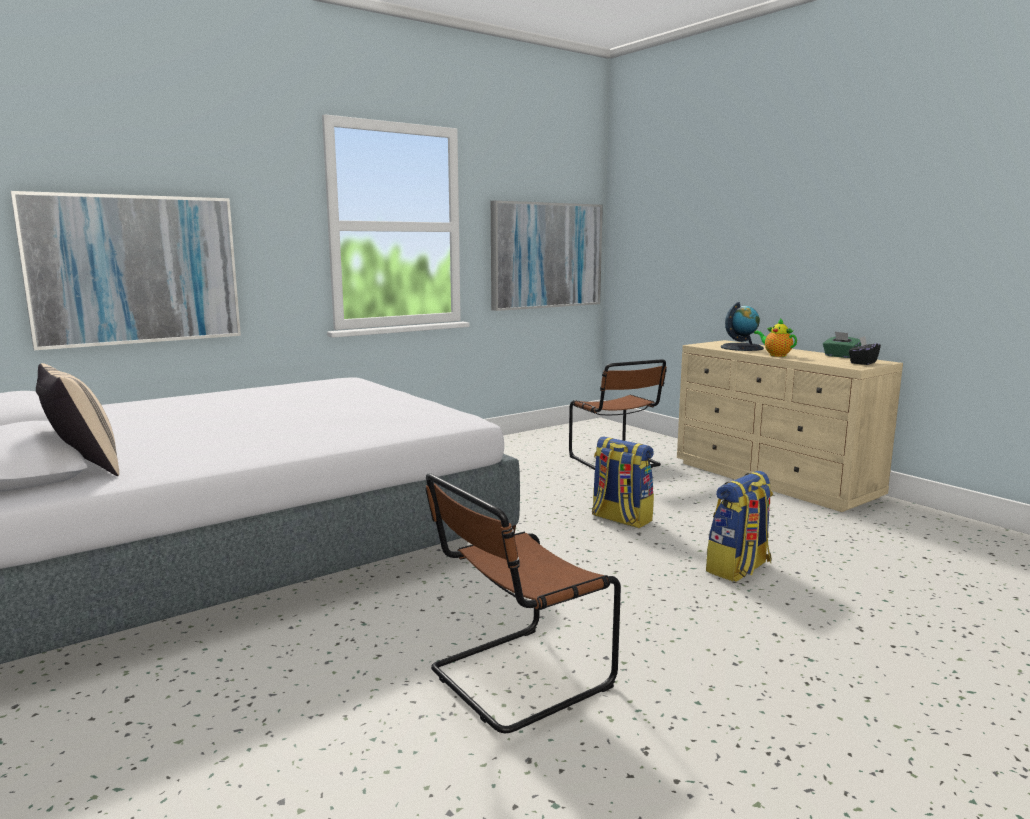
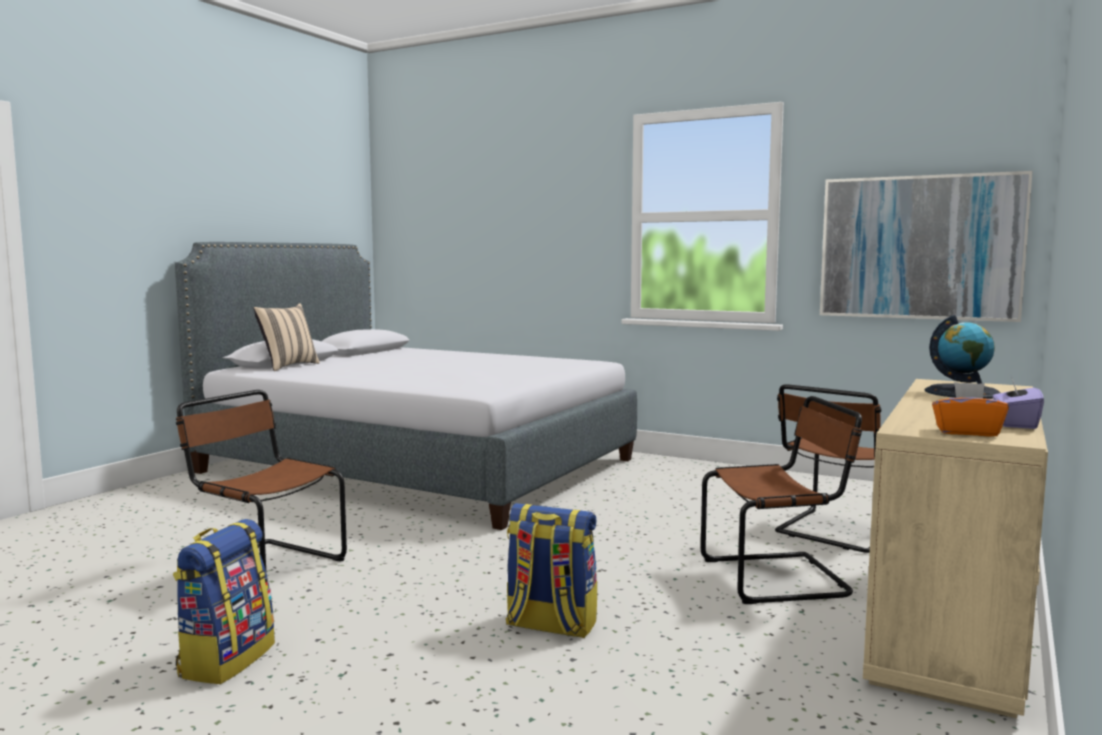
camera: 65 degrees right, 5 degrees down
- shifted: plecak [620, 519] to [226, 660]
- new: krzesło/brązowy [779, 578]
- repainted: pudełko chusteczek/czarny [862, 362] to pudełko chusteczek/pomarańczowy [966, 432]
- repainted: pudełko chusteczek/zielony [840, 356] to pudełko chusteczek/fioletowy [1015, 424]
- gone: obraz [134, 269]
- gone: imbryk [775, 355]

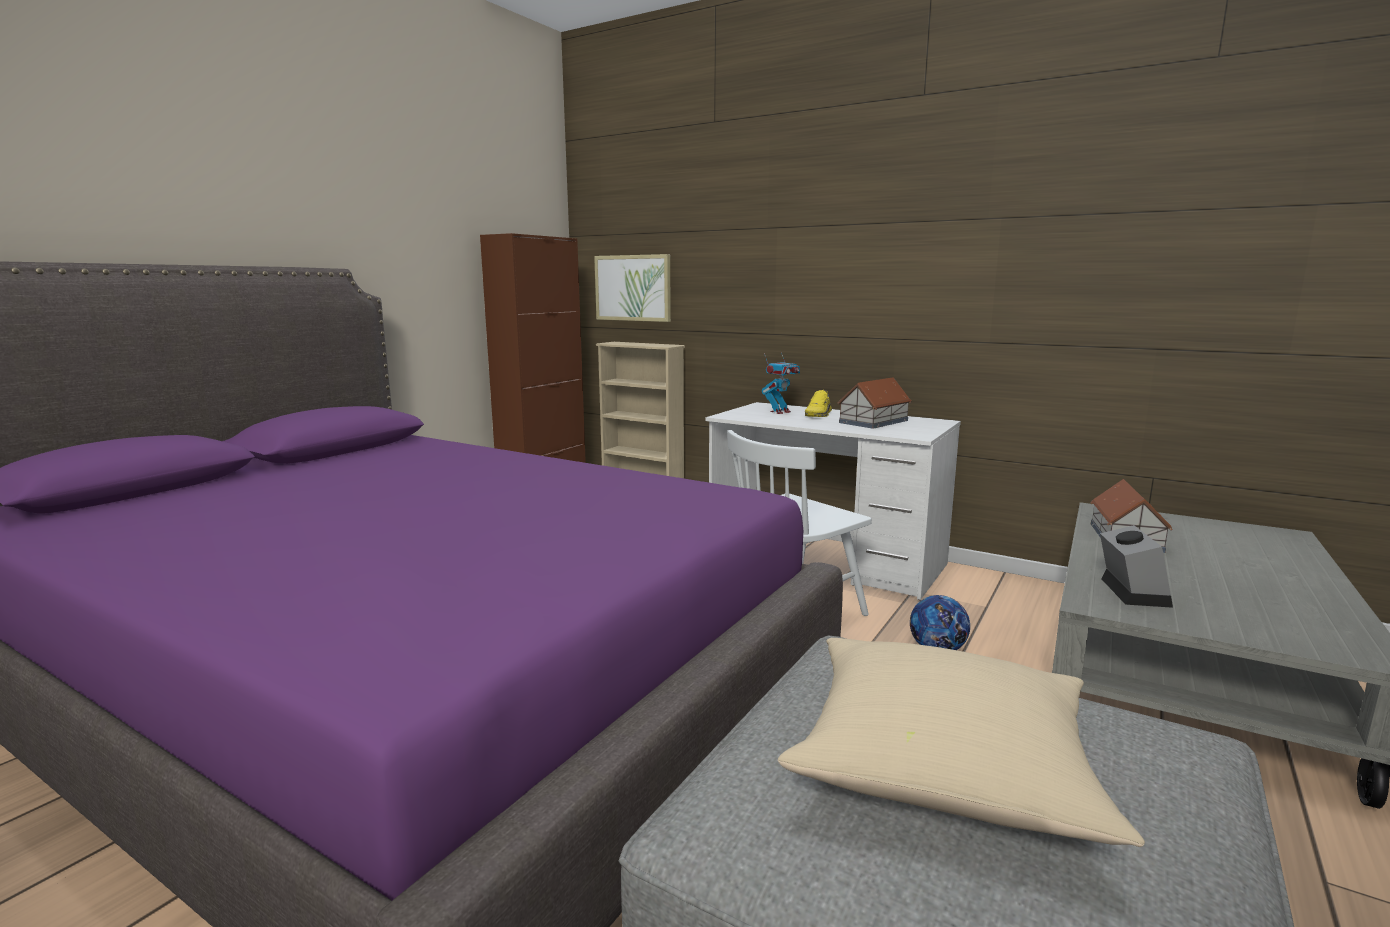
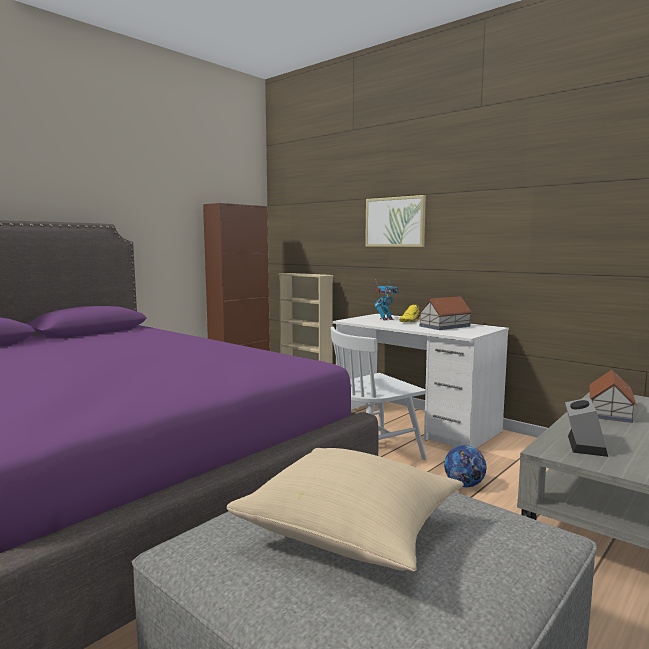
camera: 10 degrees right, 5 degrees down
- shifted: obraz [633, 288] to [395, 222]

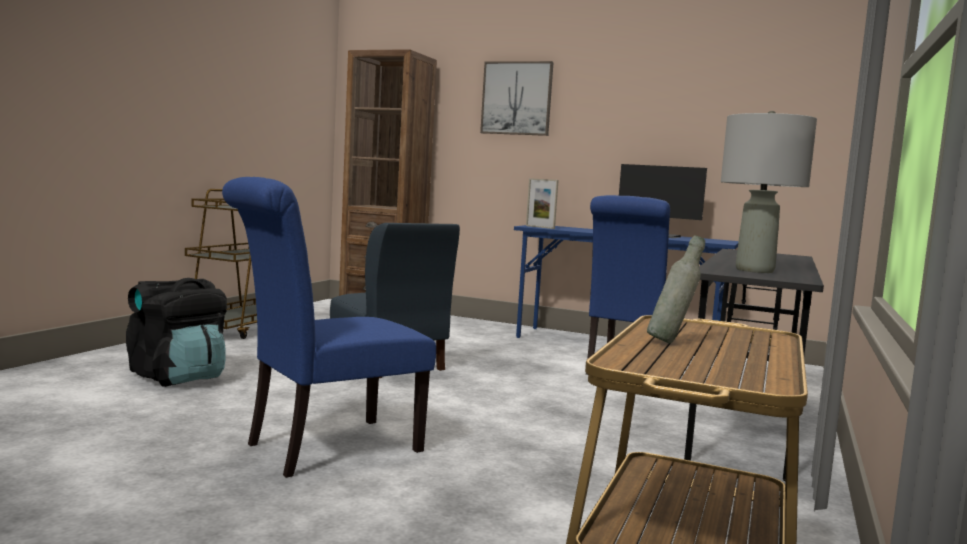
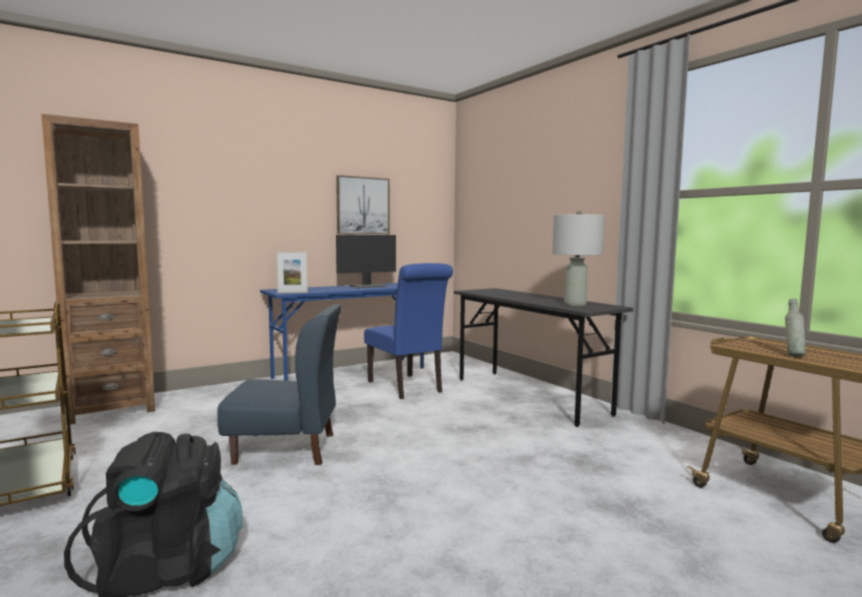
camera: 55 degrees left, 0 degrees up
- shifted: obraz [517, 98] to [362, 205]
- gone: krzesło/niebieski [324, 448]

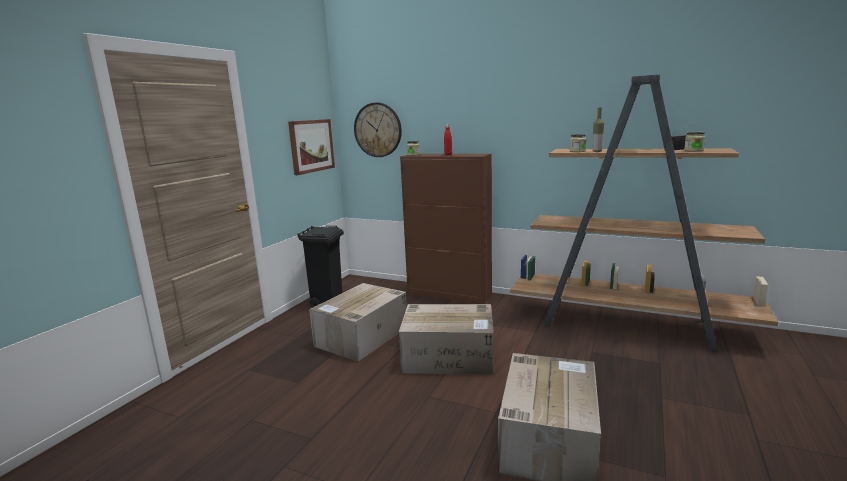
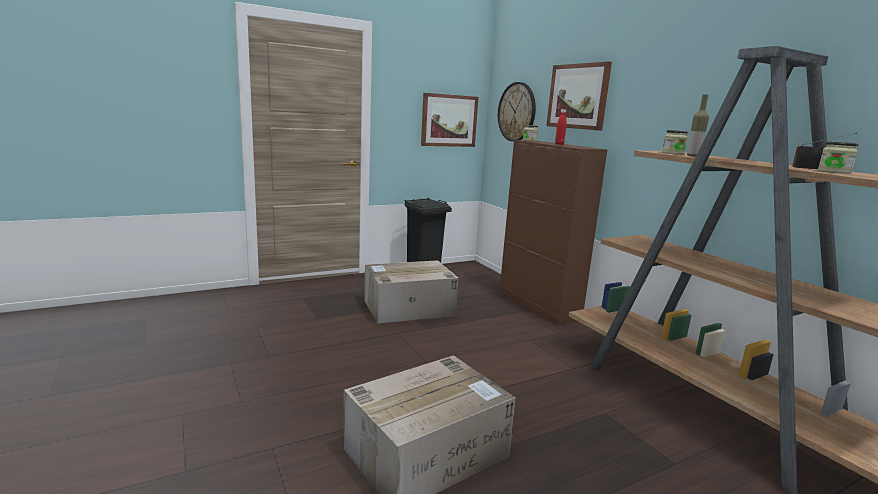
camera: 35 degrees right, 0 degrees up
- new: obraz [578, 96]
- gone: karton [450, 356]

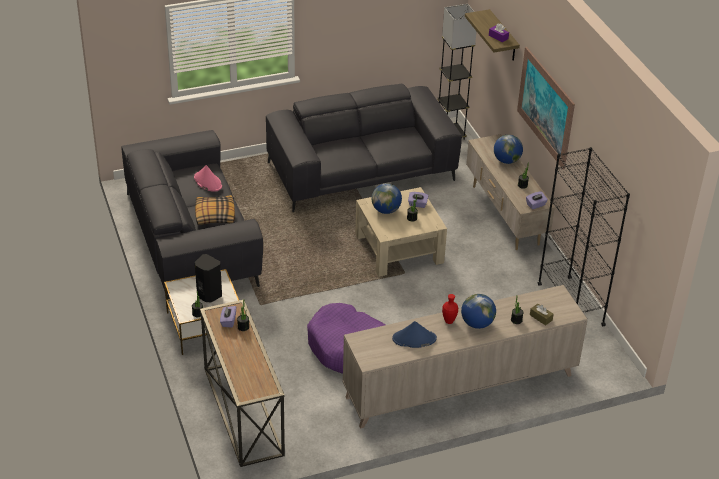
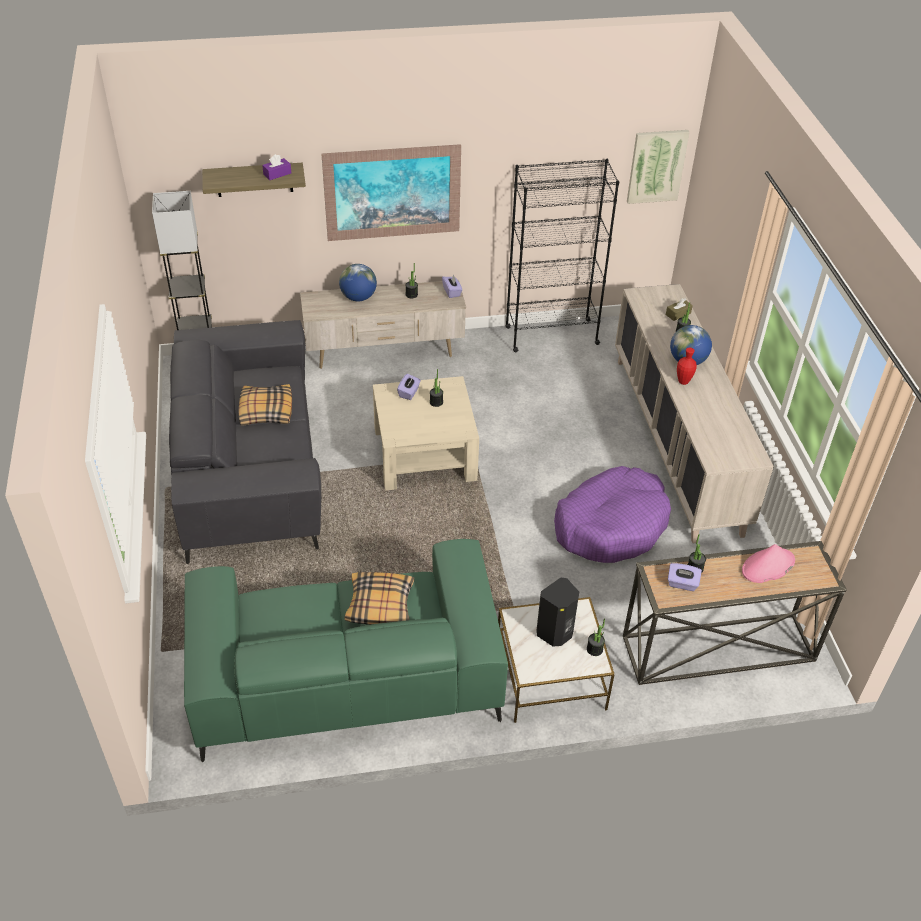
camera: 80 degrees left, 5 degrees up
- repainted: kanapa/szary [192, 238] to kanapa/zielony [346, 677]
- new: poduszka [265, 411]
- new: obraz [656, 166]
- shifted: kapelusz/różowy [207, 182] to [767, 566]
- gone: globus [386, 210]
- gone: kapelusz/niebieski [414, 339]

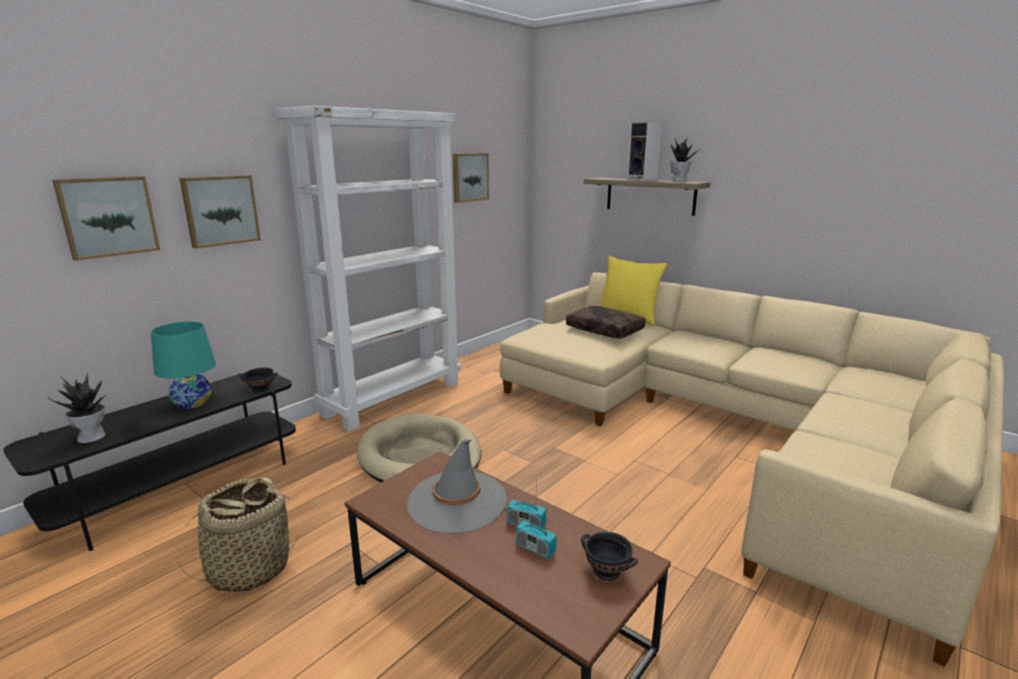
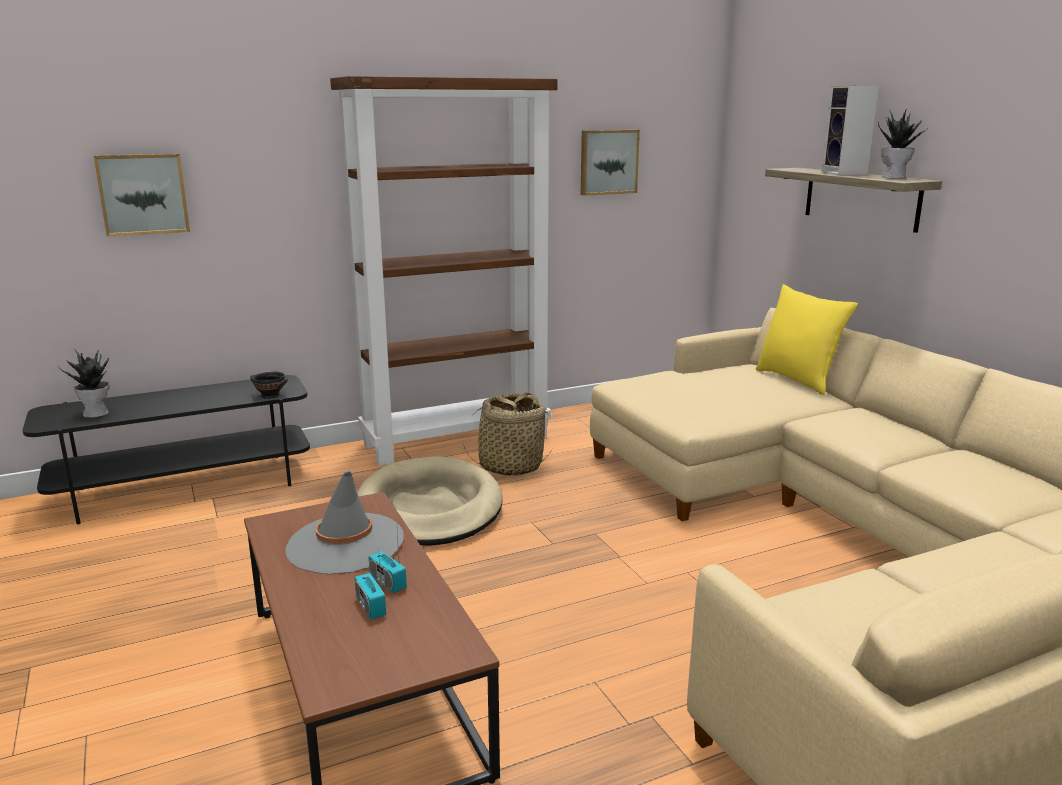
camera: 25 degrees right, 0 degrees up
- repainted: regał/biały [393, 398] to regał/brązowy [457, 439]
- shifted: koszyk [249, 568] to [510, 466]
- gone: lampa stołowa/turkusowy [192, 402]
- gone: obraz [220, 210]
- gone: poduszka/brązowy [606, 330]
- gone: miska/czarny [606, 571]

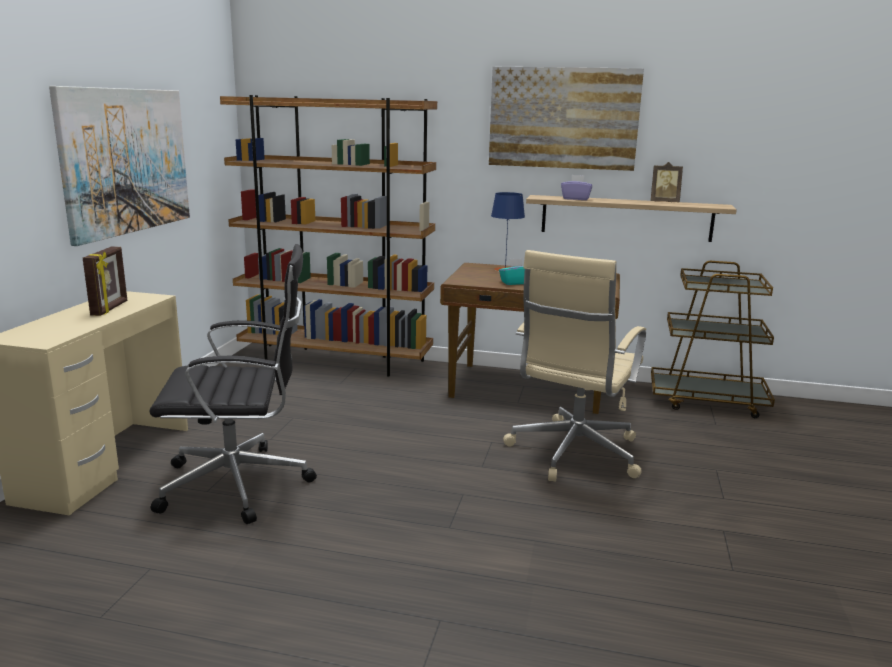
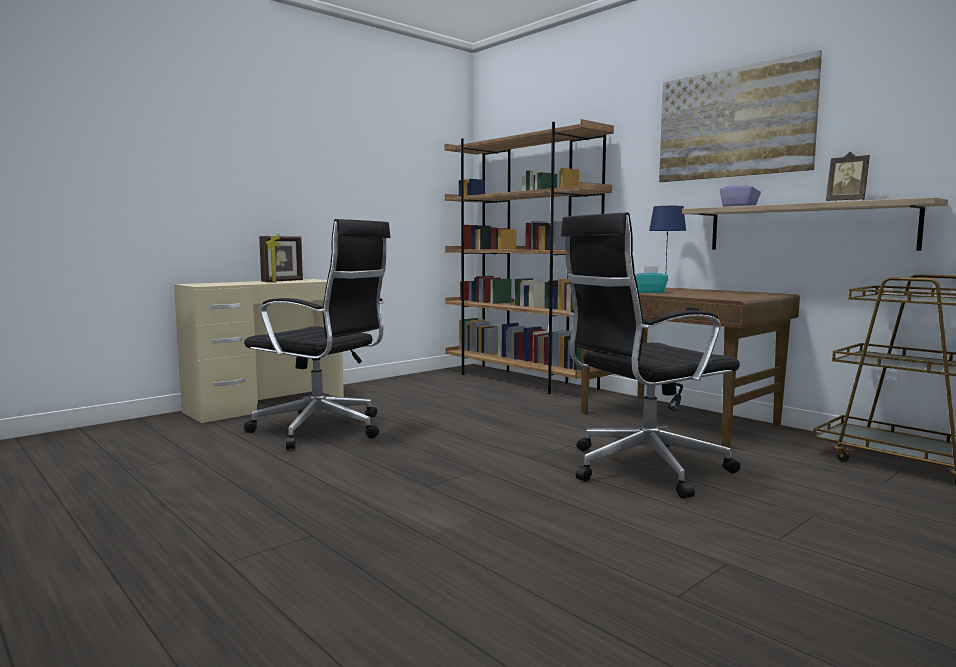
camera: 35 degrees right, 10 degrees down
- repainted: krzesło biurowe/beżowy [573, 454] to krzesło biurowe/czarny [642, 468]
- gone: obraz [126, 161]

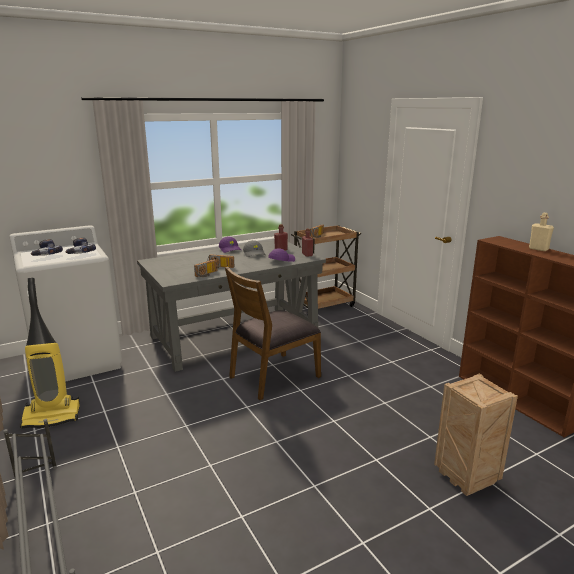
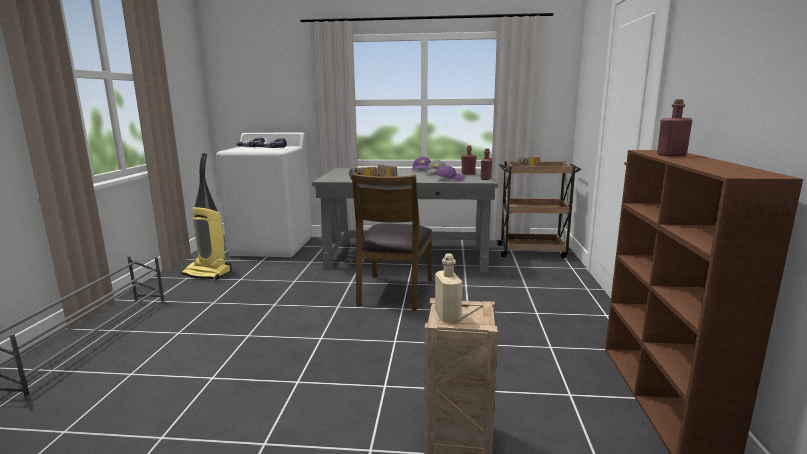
camera: 35 degrees right, 5 degrees down
- rotated: krzesło/brązowy [273, 376] = [394, 292] 75 degrees counterclockwise
- shifted: butelka/beżowy [538, 249] to [447, 316]
- new: butelka/czerwony [671, 155]

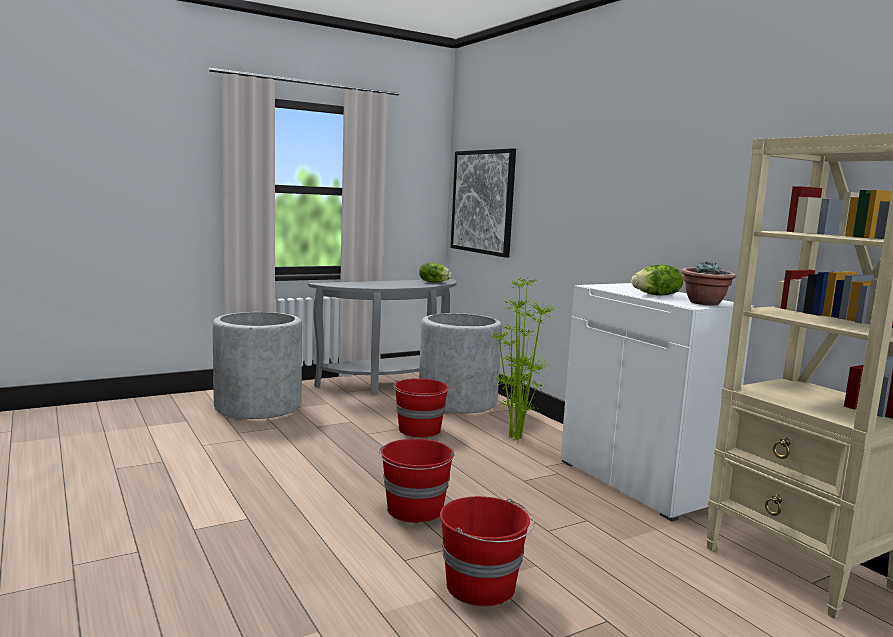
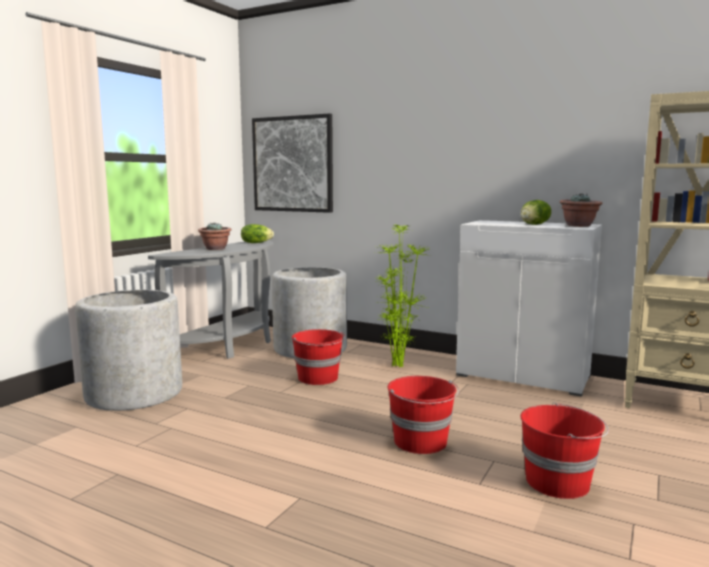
camera: 30 degrees left, 0 degrees up
- new: roślina doniczkowa [215, 249]

